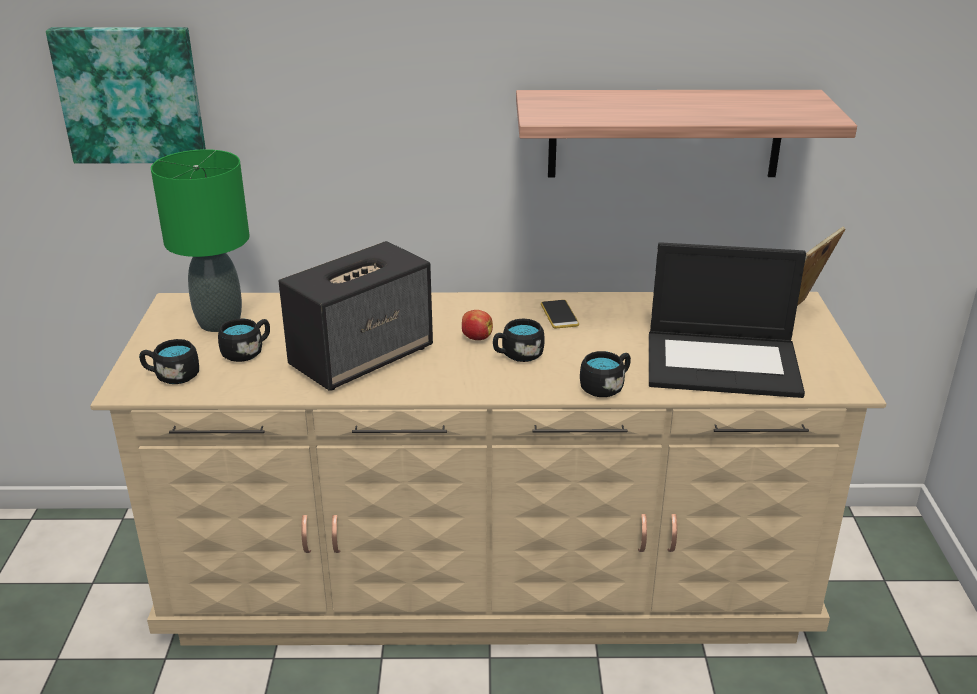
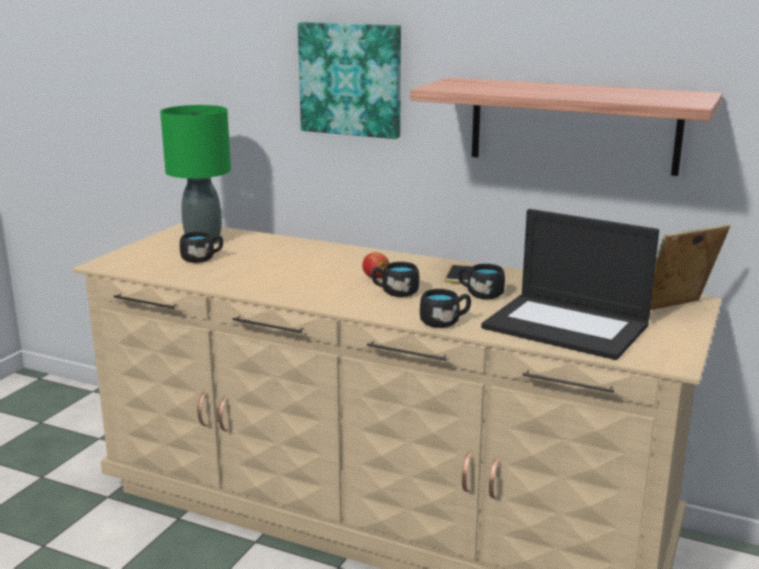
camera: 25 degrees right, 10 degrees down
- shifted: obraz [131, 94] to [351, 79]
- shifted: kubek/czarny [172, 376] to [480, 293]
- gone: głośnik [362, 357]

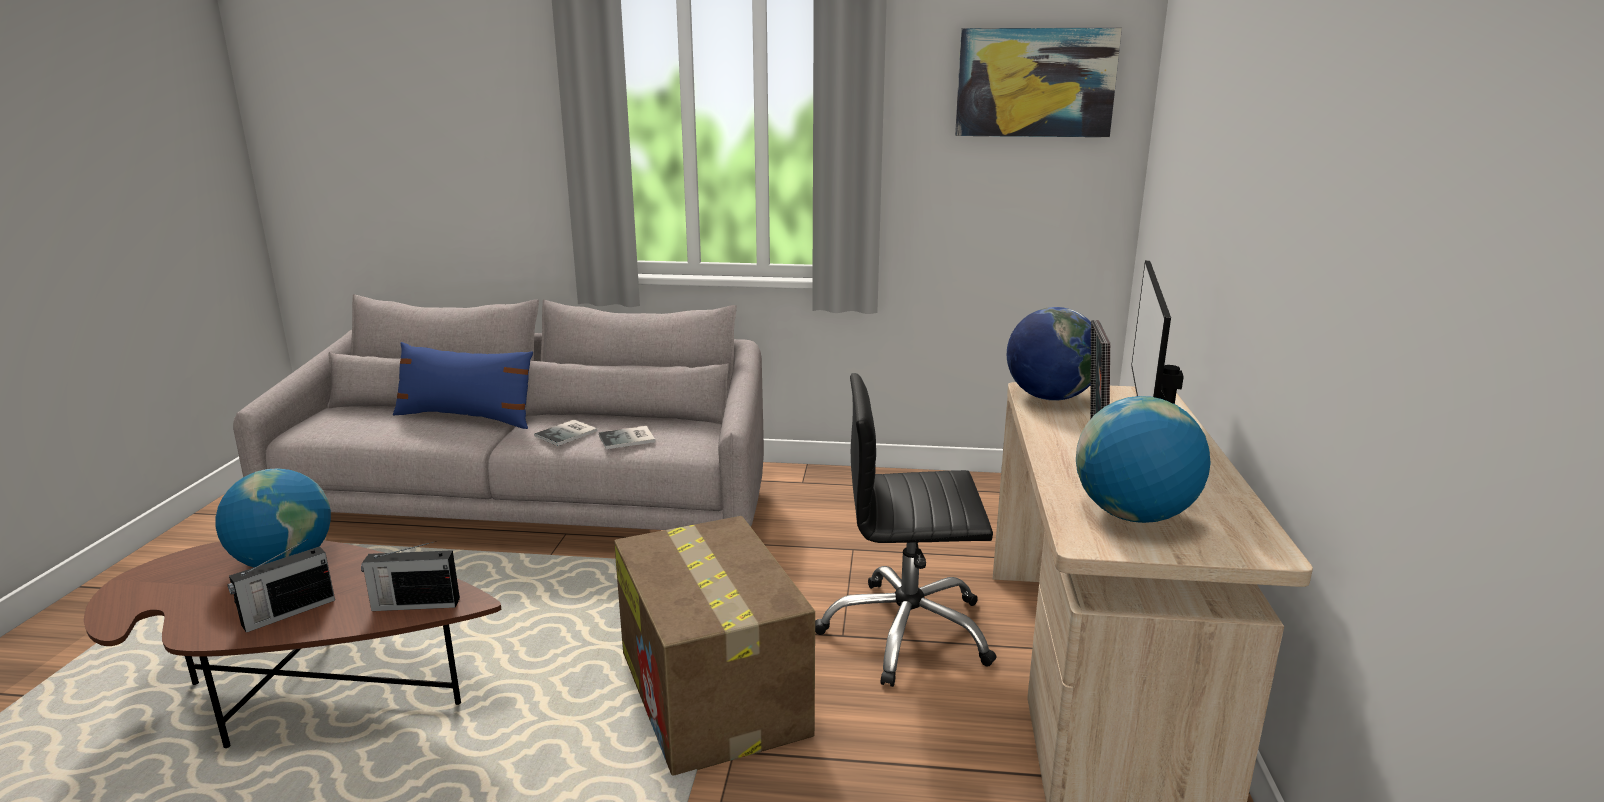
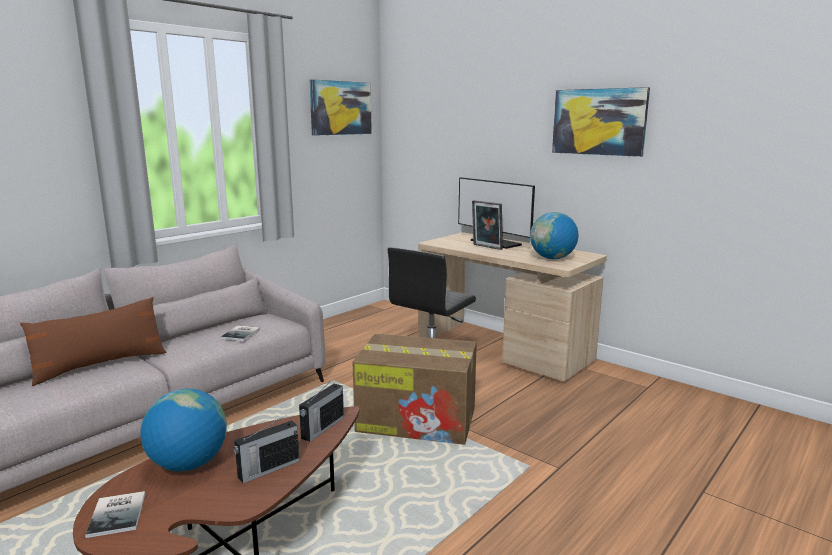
camera: 55 degrees left, 5 degrees down
- repainted: poduszka/niebieski [466, 417] to poduszka/brązowy [101, 365]
- shifted: książka [568, 433] to [119, 513]
- rotated: radio [287, 613] = [268, 469] 60 degrees clockwise
- new: obraz [599, 122]
- gone: globus [1049, 397]

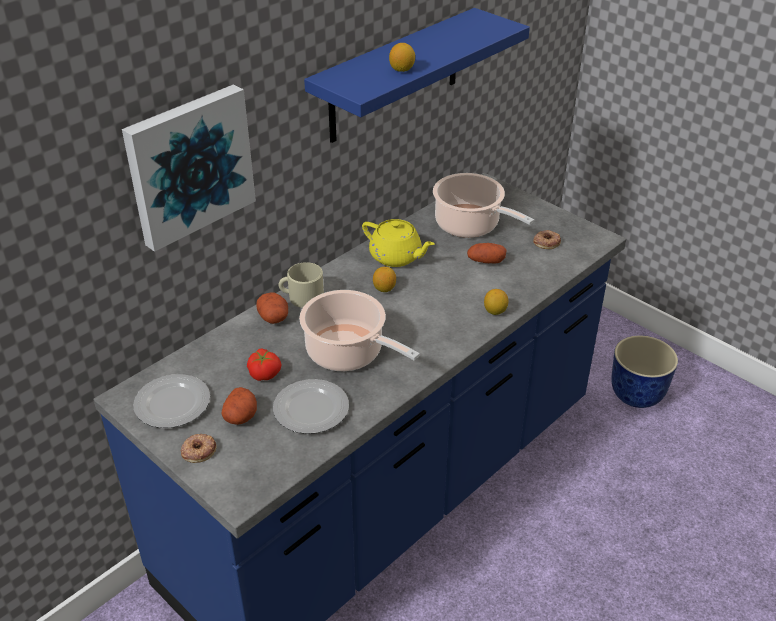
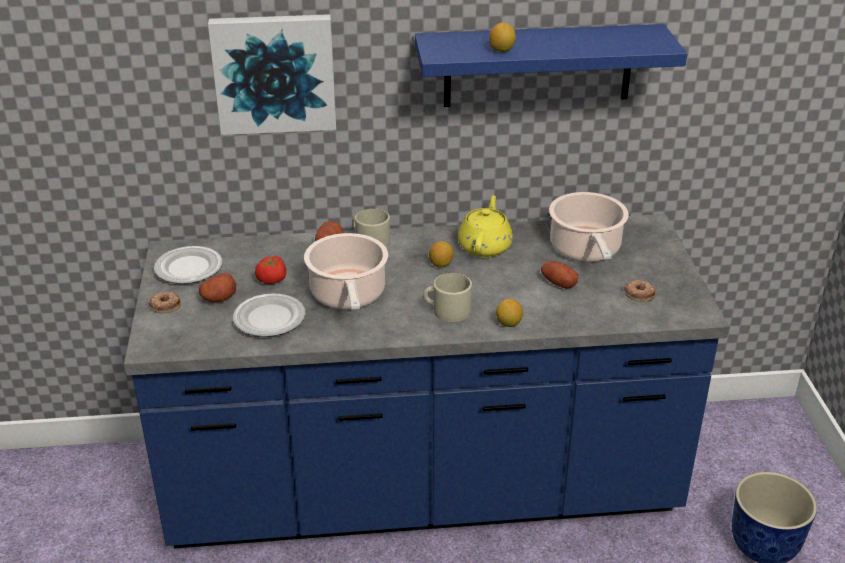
camera: 40 degrees right, 5 degrees down
- new: kubek/beżowy [446, 310]
- rotated: imbryk/żółty [396, 257] = [485, 246] 150 degrees counterclockwise

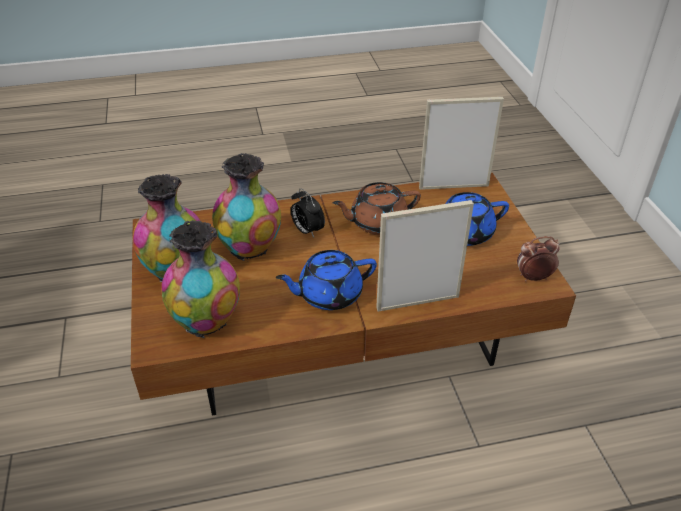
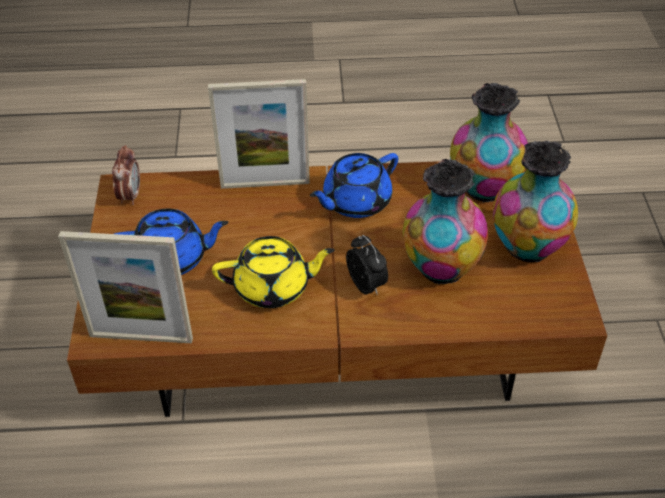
camera: 170 degrees left, 5 degrees up
- rotated: budzik [533, 277] = [130, 196] 90 degrees counterclockwise
- repainted: imbryk/brązowy [377, 222] to imbryk/żółty [273, 287]
- rotated: imbryk/niebieski [328, 294] = [355, 202] 150 degrees clockwise

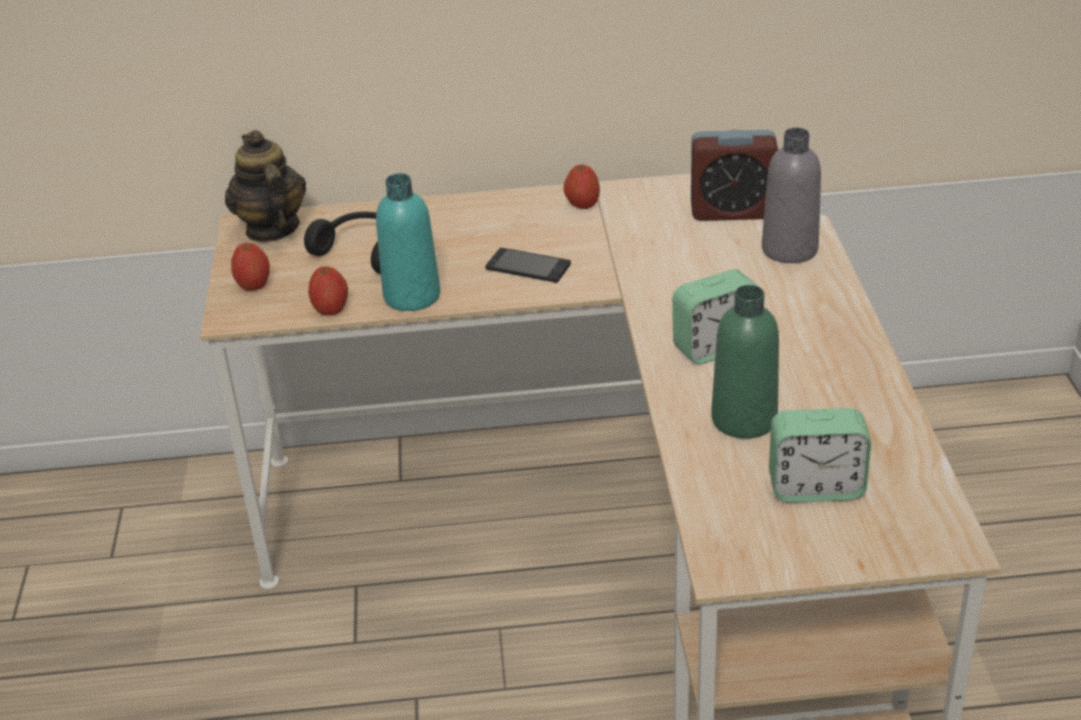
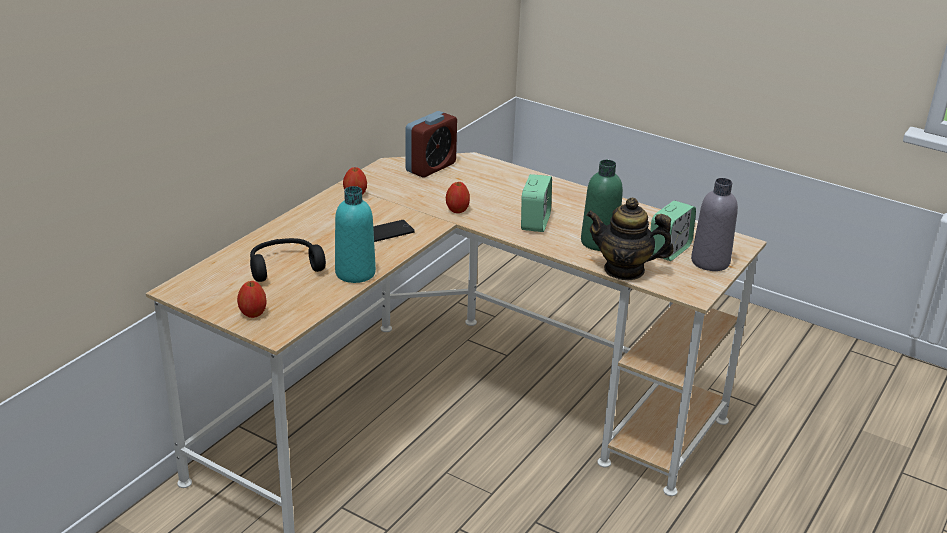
camera: 55 degrees left, 5 degrees down
- shifted: jabłko [331, 309] to [457, 210]
- shifted: imbryk [271, 229] to [624, 270]
- shifted: butelka/szary [789, 249] to [710, 262]

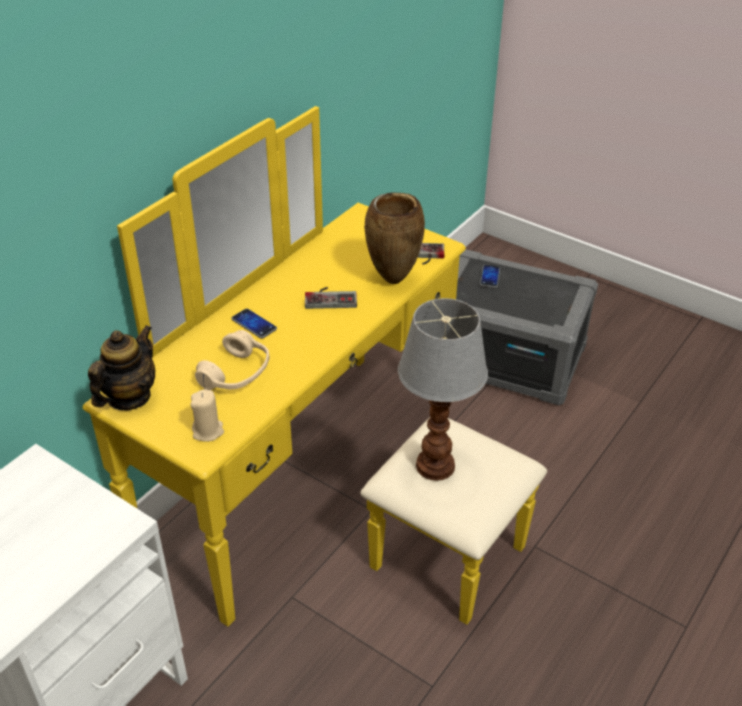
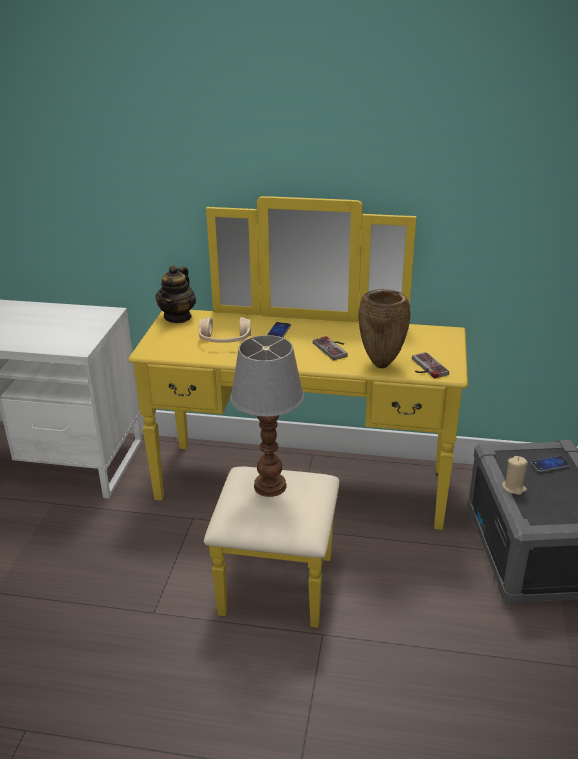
camera: 65 degrees right, 10 degrees down
- rotated: imbryk [129, 397] = [178, 317] 105 degrees clockwise
- shifted: świeca/beżowy [208, 431] to [514, 488]

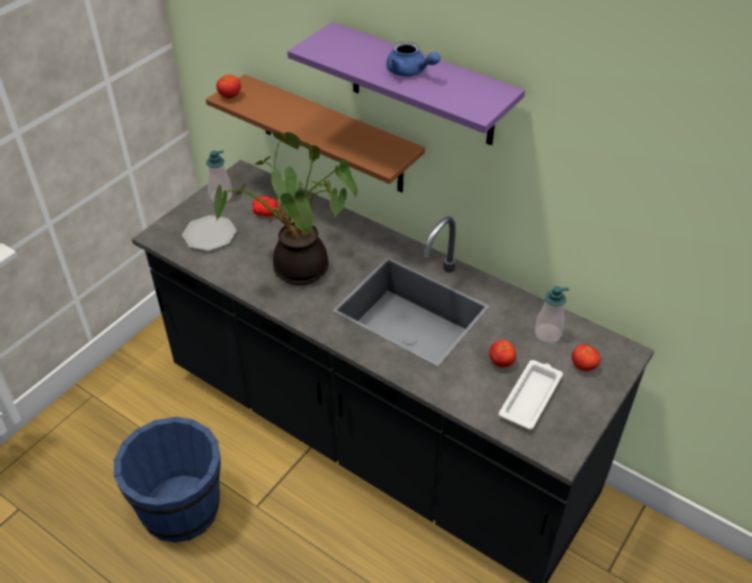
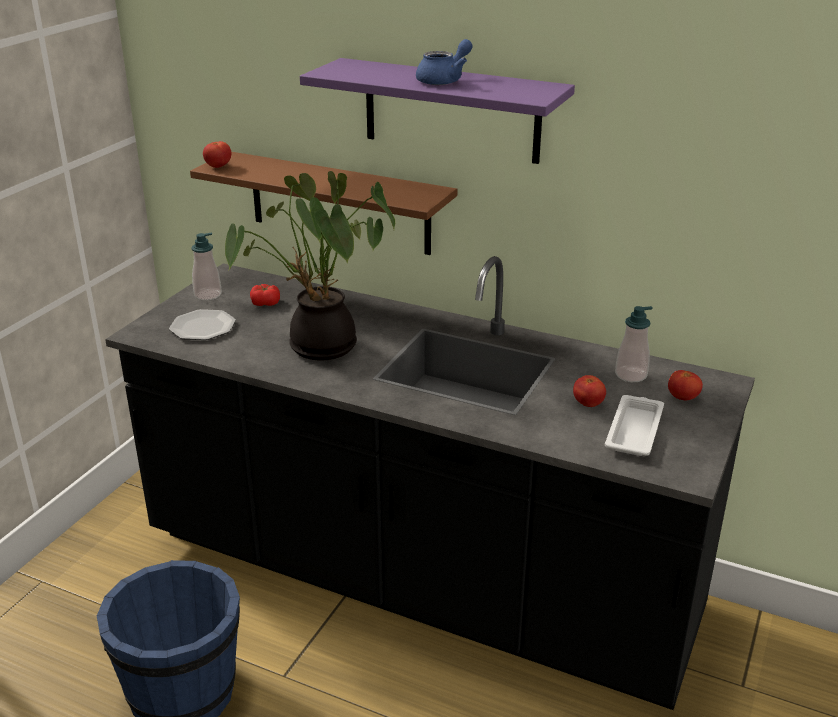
camera: 10 degrees left, 15 degrees down
- rotated: imbryk/niebieski [410, 72] = [444, 80] 75 degrees counterclockwise

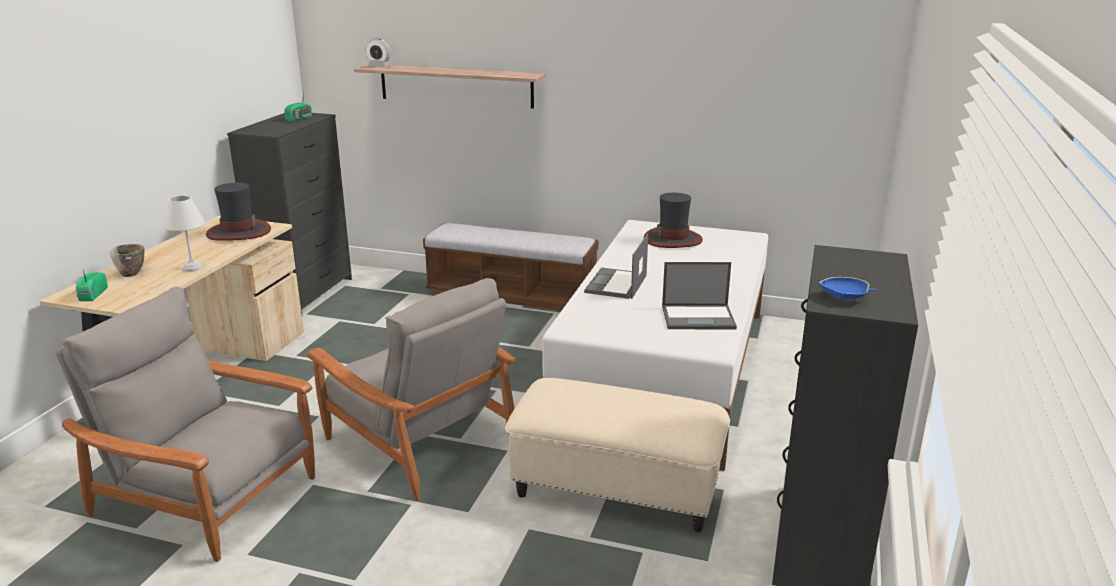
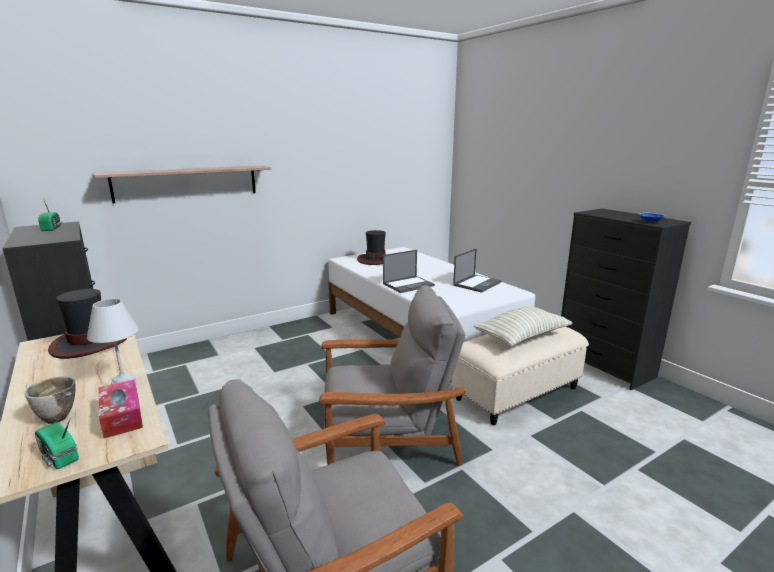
camera: 50 degrees left, 5 degrees down
- new: pudełko chusteczek [122, 416]
- rotated: laptop [616, 284] = [408, 284] 90 degrees counterclockwise
- new: poduszka [522, 337]
- gone: budzik [379, 67]
- gone: ławka [512, 295]

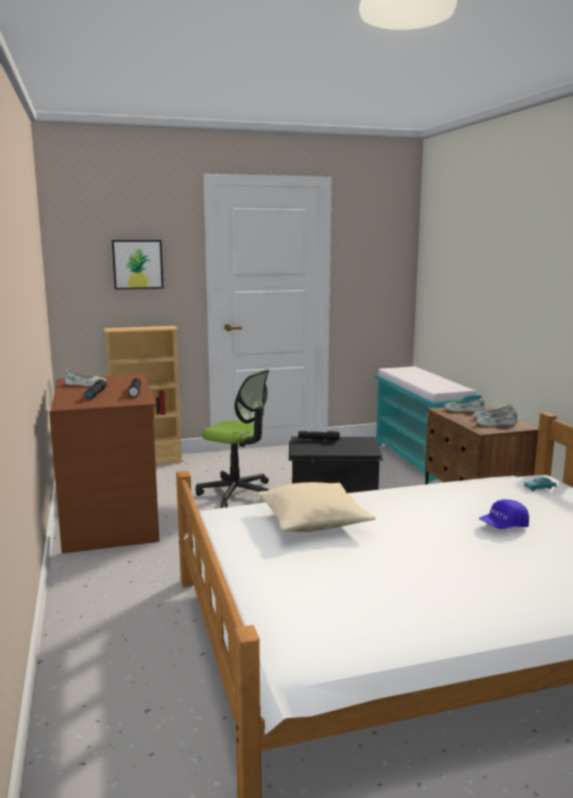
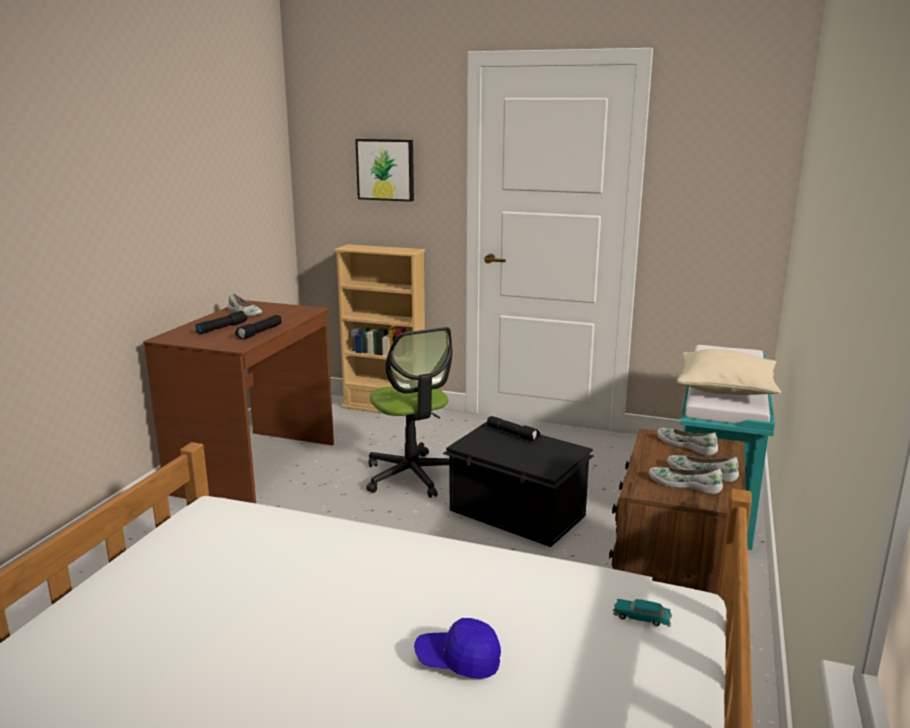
camera: 35 degrees right, 5 degrees up
- shifted: poduszka/beżowy [313, 521] to [726, 388]

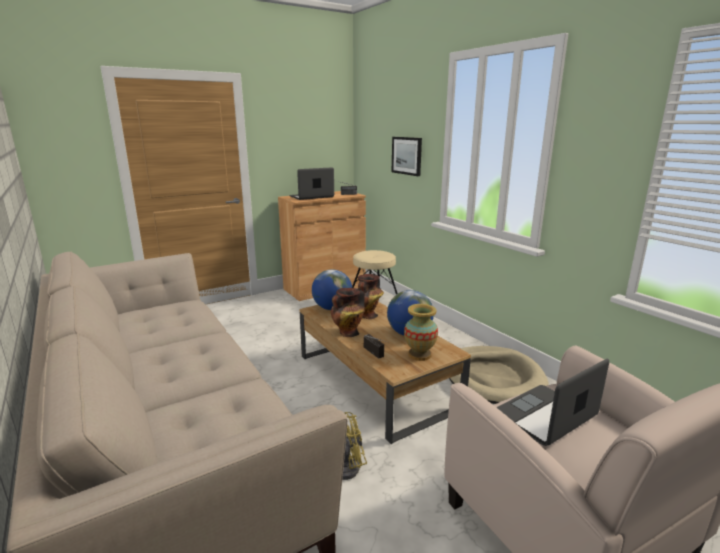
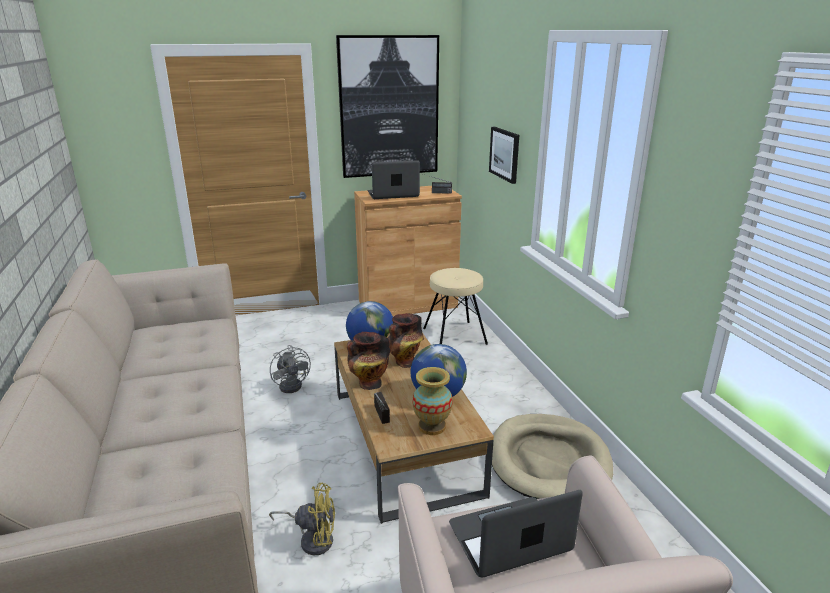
camera: 15 degrees right, 5 degrees up
- new: wentylator/szary [293, 384]
- new: obraz [389, 107]

